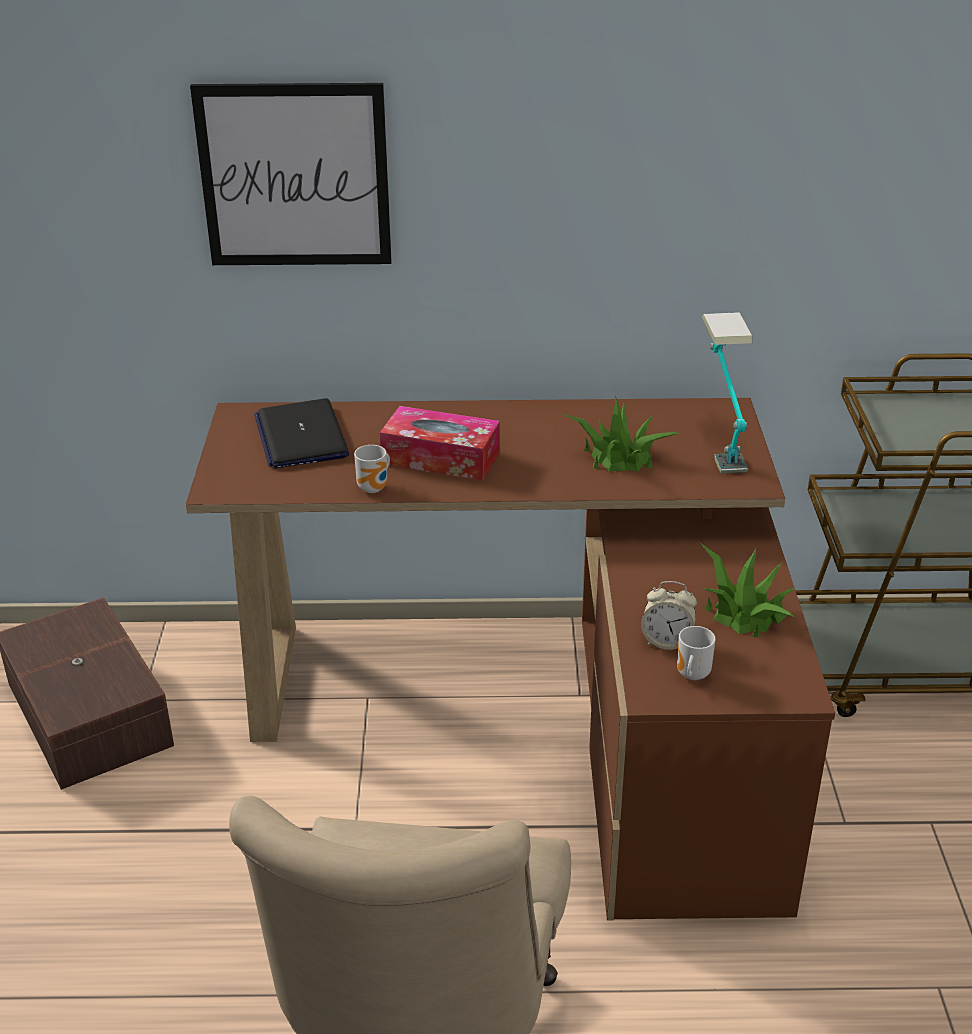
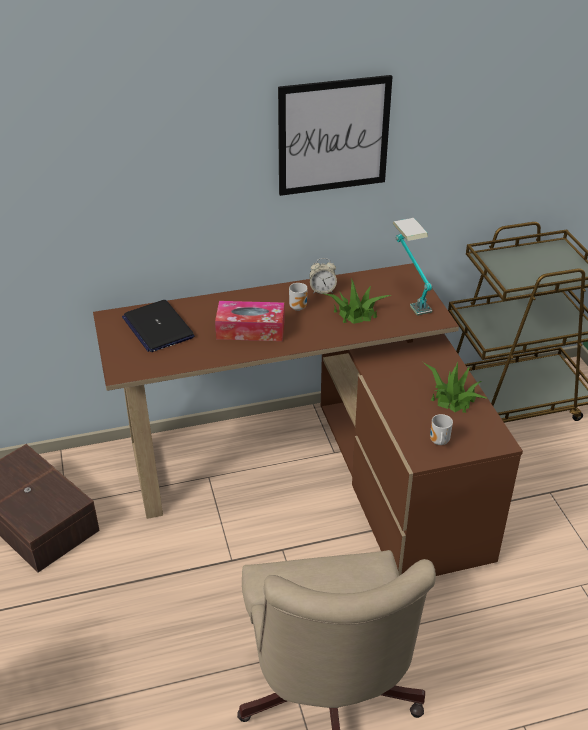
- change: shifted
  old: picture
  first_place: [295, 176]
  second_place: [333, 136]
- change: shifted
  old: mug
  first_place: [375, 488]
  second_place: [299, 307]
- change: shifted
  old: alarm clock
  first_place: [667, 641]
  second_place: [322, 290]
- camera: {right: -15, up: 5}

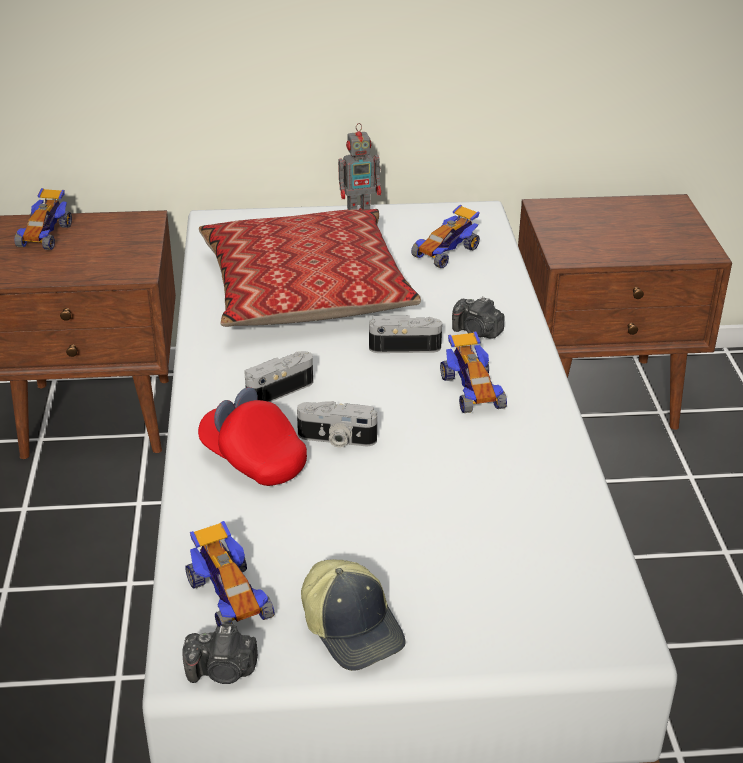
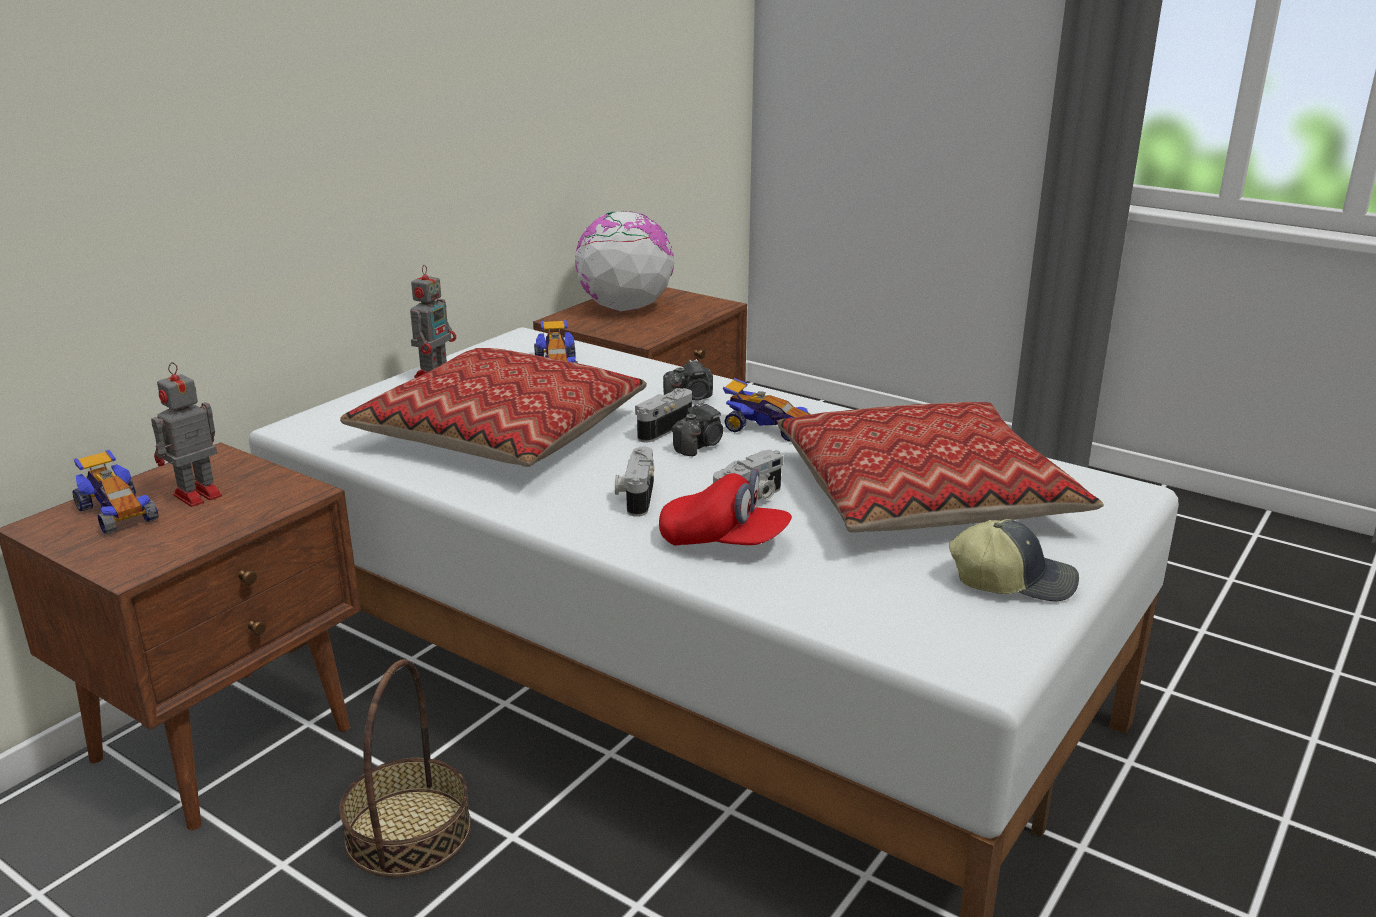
- change: new
  new: toy robot
  second_place: [195, 496]
- change: new
  new: basket
  second_place: [408, 832]
- change: new
  new: globe
  second_place: [625, 308]
- change: rotated
  old: red cap
  first_place: [253, 459]
  second_place: [724, 542]
  degrees: -150
- change: shifted
  old: photo camera
  first_place: [222, 671]
  second_place: [699, 445]
- change: new
  new: pillow
  second_place: [924, 495]
- change: gone
  old: toy car
  first_place: [228, 596]
- camera: {right: -50, up: -10}

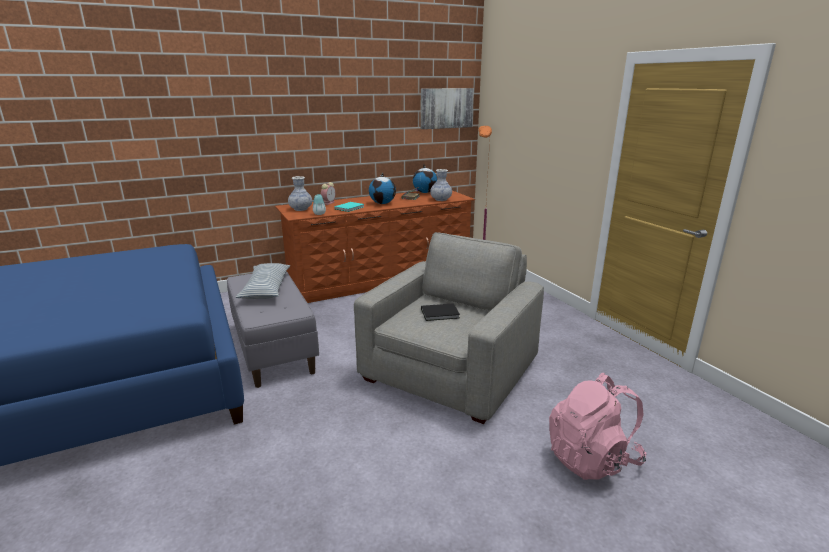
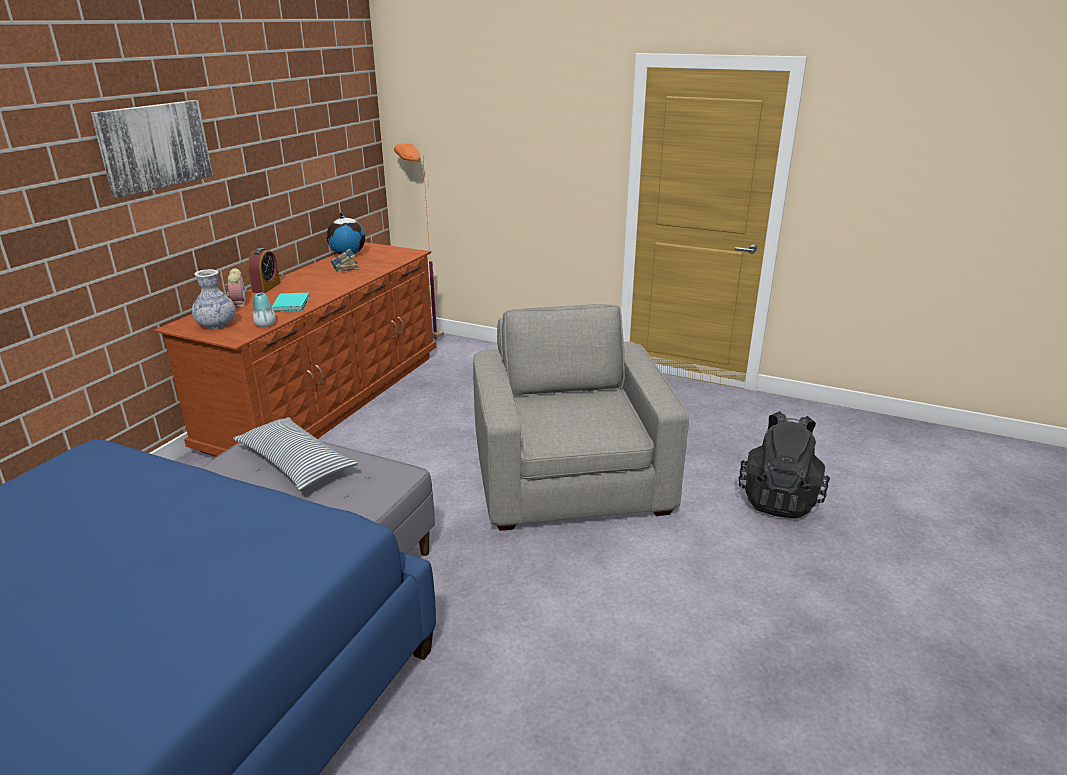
- change: shifted
  old: picture
  first_place: [446, 108]
  second_place: [154, 146]
- change: new
  new: alarm clock
  second_place: [266, 287]
- change: repainted
  old: pink backpack
  new: black backpack
  first_place: [592, 458]
  second_place: [778, 499]
- change: gone
  old: globe
  first_place: [382, 203]
- change: gone
  old: black book
  first_place: [441, 314]
- change: gone
  old: vase
  first_place: [441, 199]
- camera: {right: -40, up: 5}

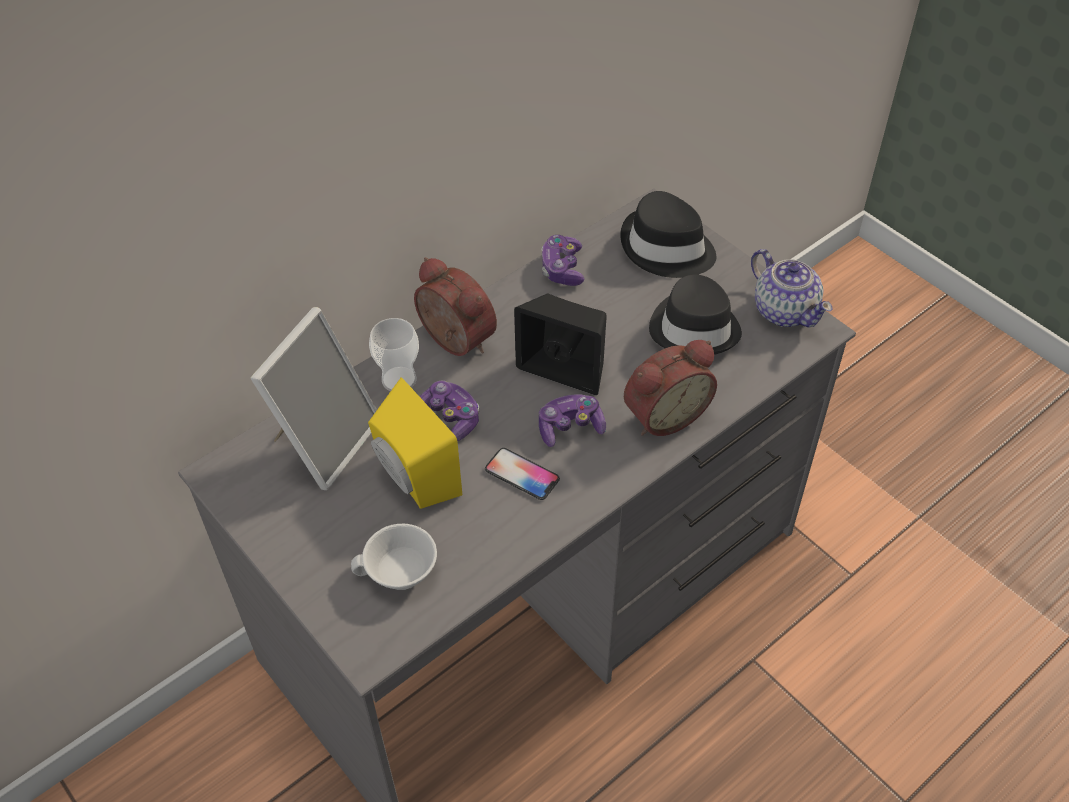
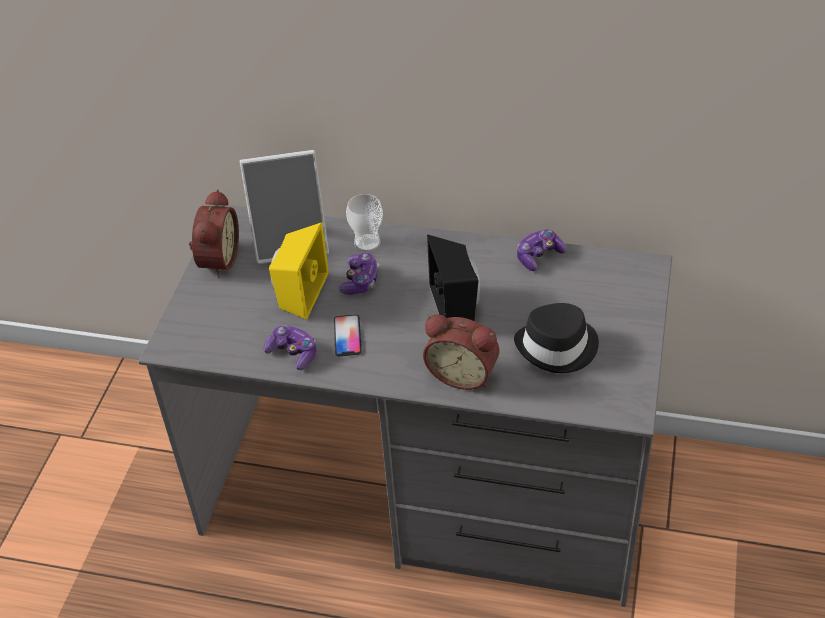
- change: shifted
  old: alarm clock
  first_place: [453, 342]
  second_place: [216, 260]
- change: shifted
  old: game controller
  first_place: [570, 427]
  second_place: [293, 353]
- change: gone
  old: white cup
  first_place: [399, 574]
- change: gone
  old: black hat
  first_place: [666, 249]
- change: gone
  old: teapot
  first_place: [784, 310]
- camera: {right: 55, up: -5}

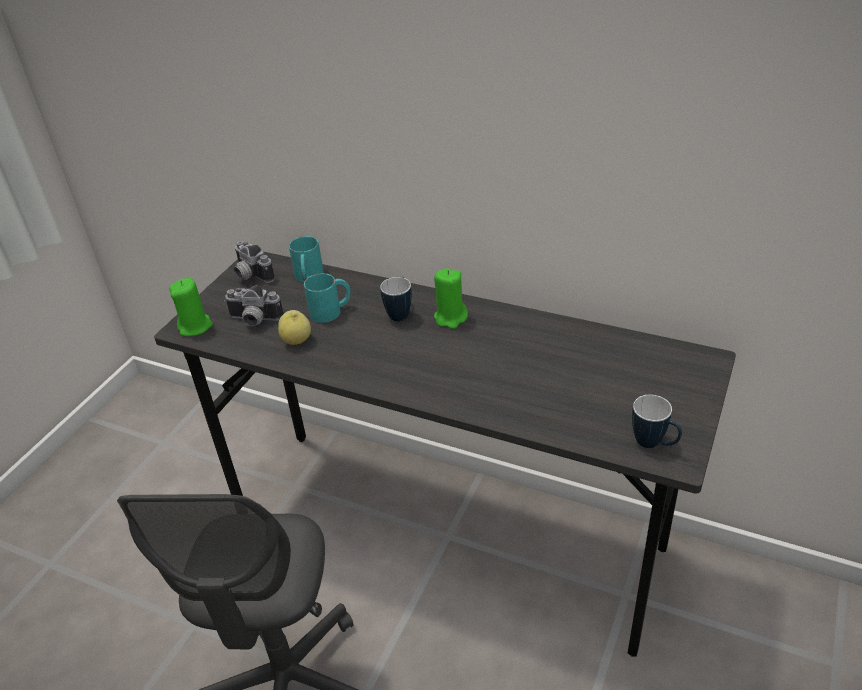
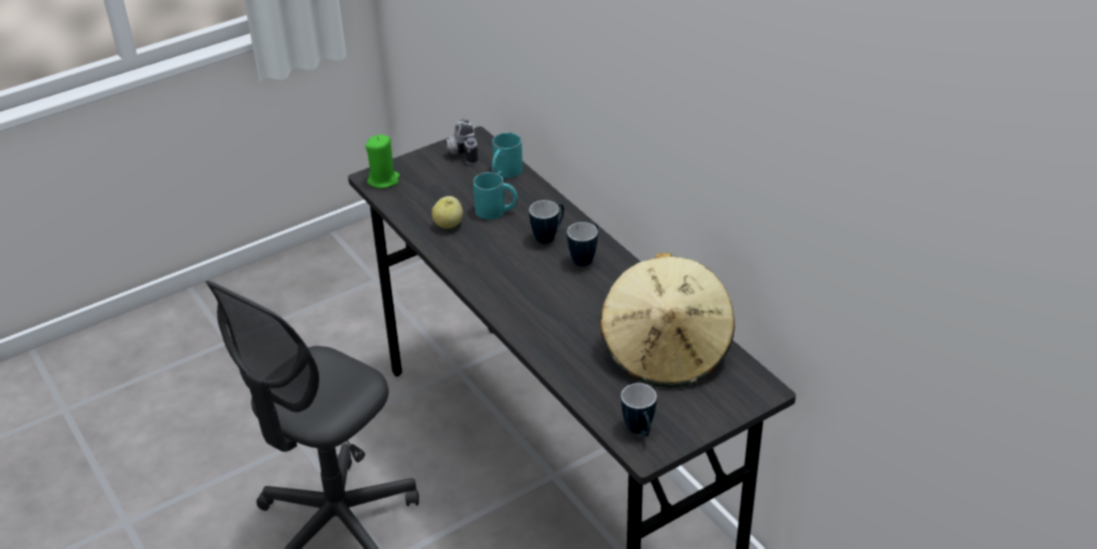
- change: swapped
  old: green candle
  new: mug
  first_place: [450, 318]
  second_place: [585, 258]
- change: new
  new: beige hat
  second_place: [666, 351]
- change: gone
  old: photo camera
  first_place: [254, 320]
- camera: {right: 30, up: 0}

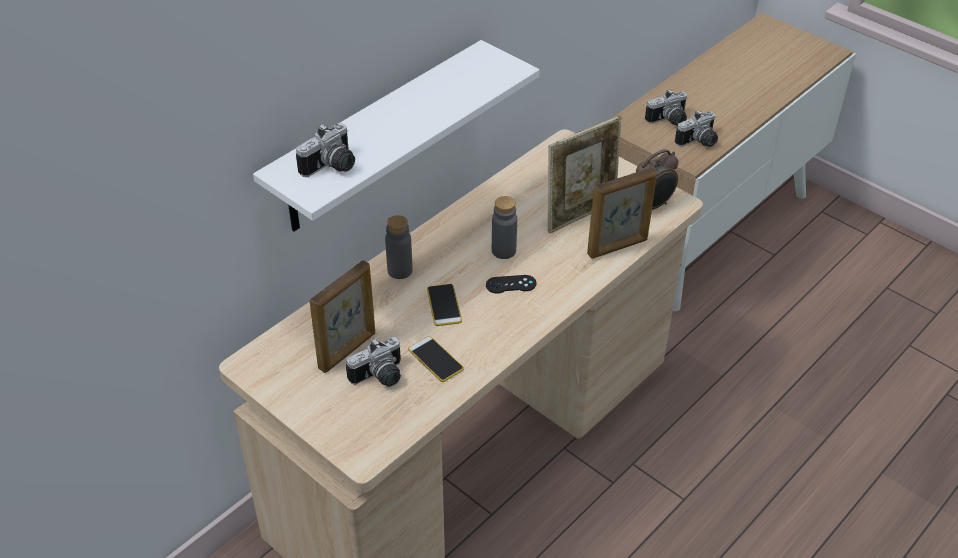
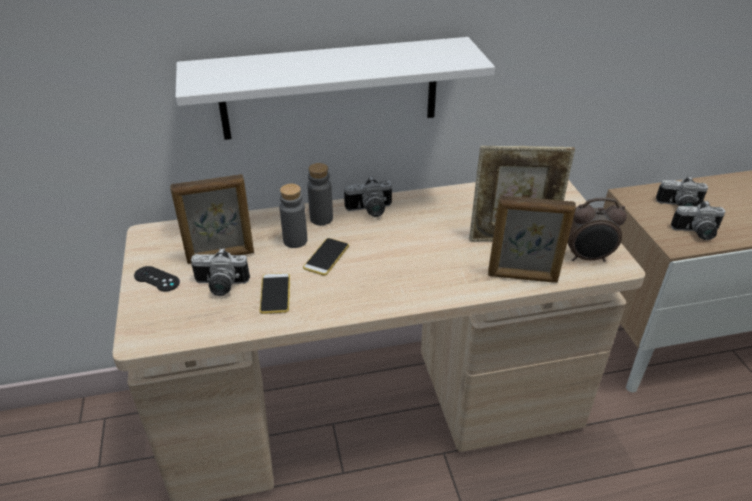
- change: shifted
  old: black game controller
  first_place: [511, 284]
  second_place: [156, 279]
- change: shifted
  old: grey bottle
  first_place: [503, 251]
  second_place: [295, 240]
- change: shifted
  old: photo camera
  first_place: [332, 167]
  second_place: [370, 211]
- camera: {right: 35, up: -5}

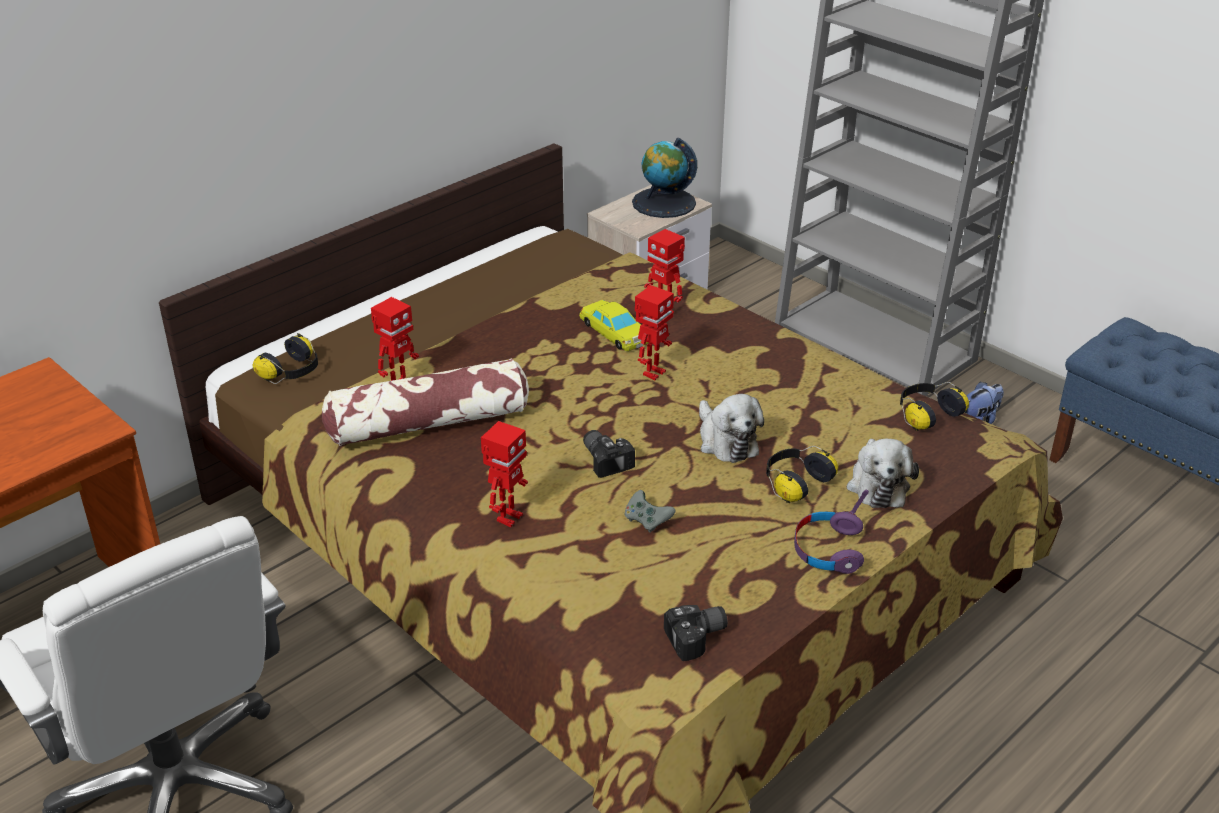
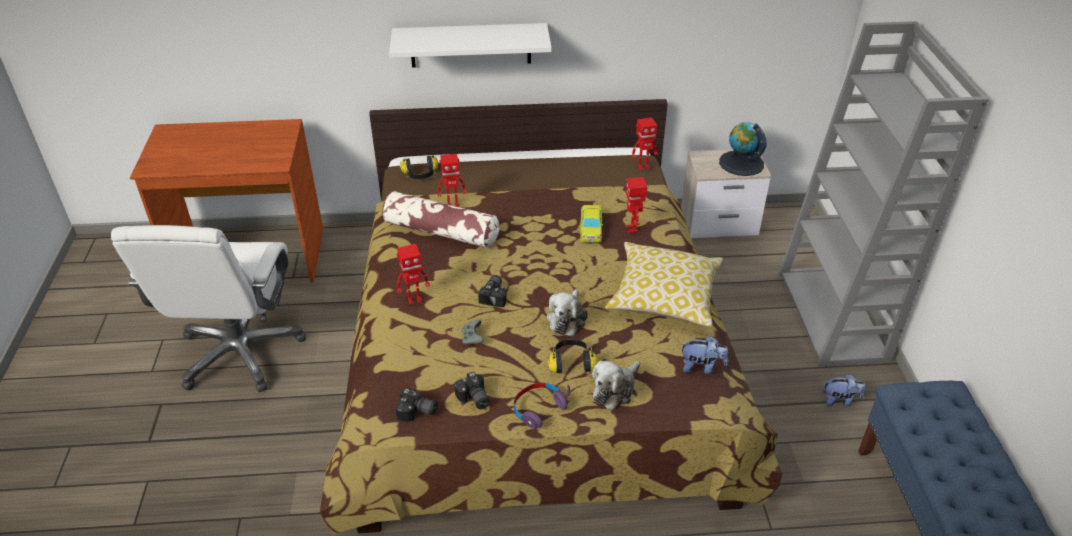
- change: new
  new: white shelf
  second_place: [470, 45]
- change: new
  new: photo camera
  second_place: [473, 399]
- change: new
  new: pillow
  second_place: [664, 296]
- change: shifted
  old: toy robot
  first_place: [653, 373]
  second_place: [643, 166]
- change: swapped
  old: headphones
  new: plush toy
  first_place: [926, 415]
  second_place: [701, 367]
- camera: {right: 40, up: 5}

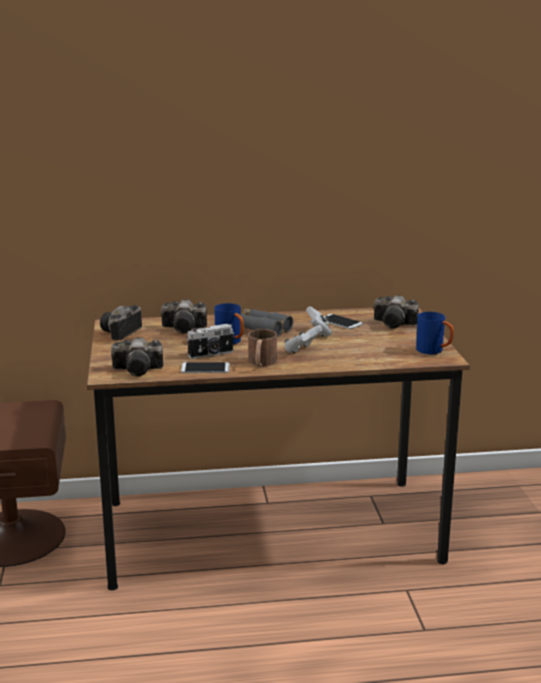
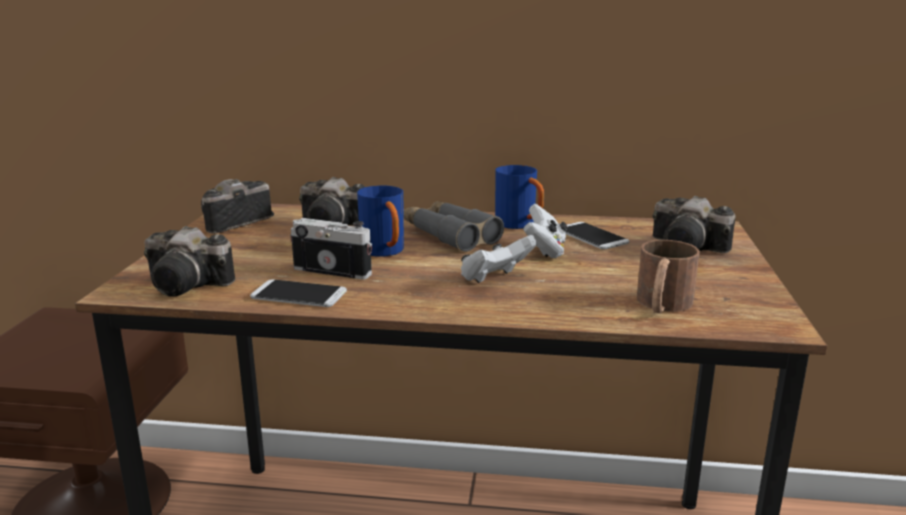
- change: rotated
  old: photo camera
  first_place: [211, 354]
  second_place: [333, 270]
  degrees: -150
- change: shifted
  old: blue mug
  first_place: [434, 351]
  second_place: [520, 225]
- change: shifted
  old: brown mug
  first_place: [261, 363]
  second_place: [662, 305]
- camera: {right: 15, up: 0}

